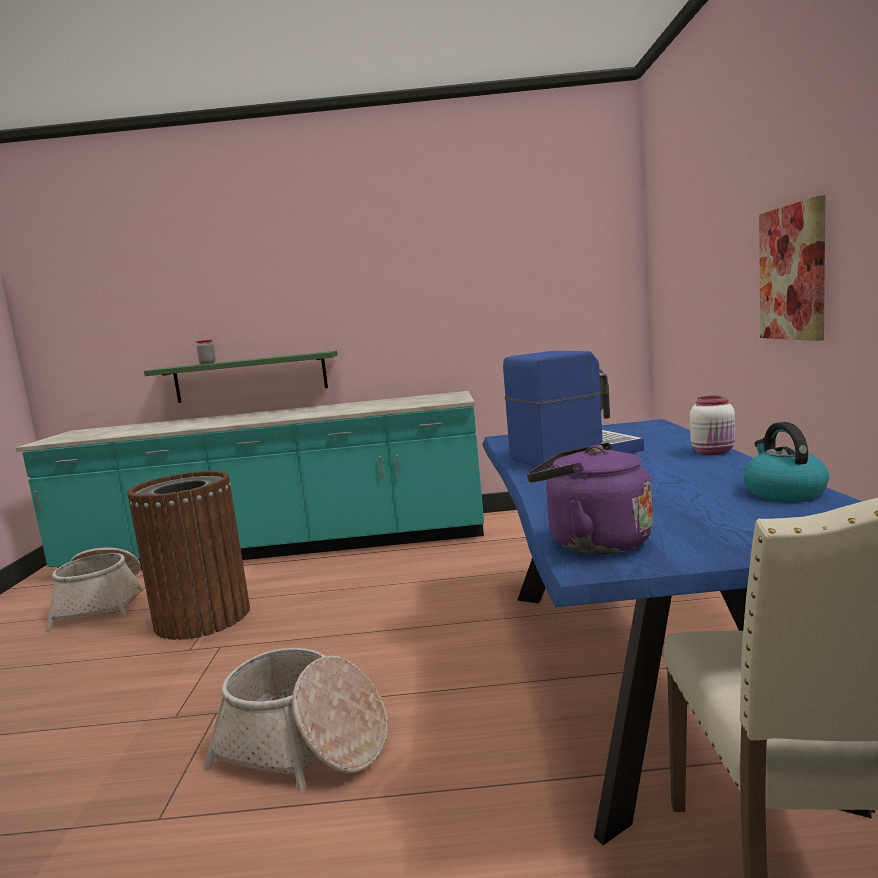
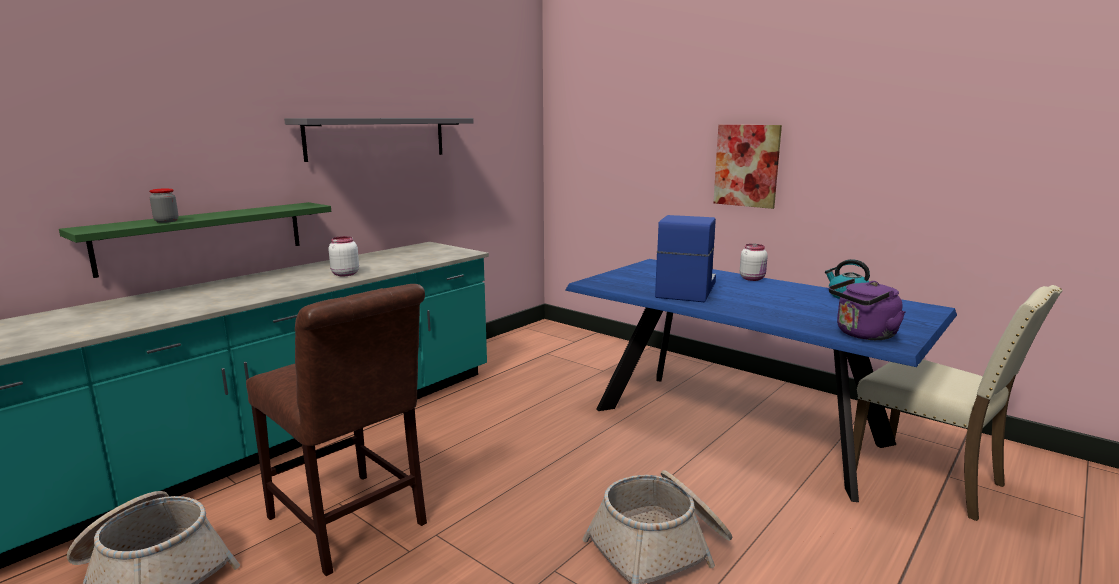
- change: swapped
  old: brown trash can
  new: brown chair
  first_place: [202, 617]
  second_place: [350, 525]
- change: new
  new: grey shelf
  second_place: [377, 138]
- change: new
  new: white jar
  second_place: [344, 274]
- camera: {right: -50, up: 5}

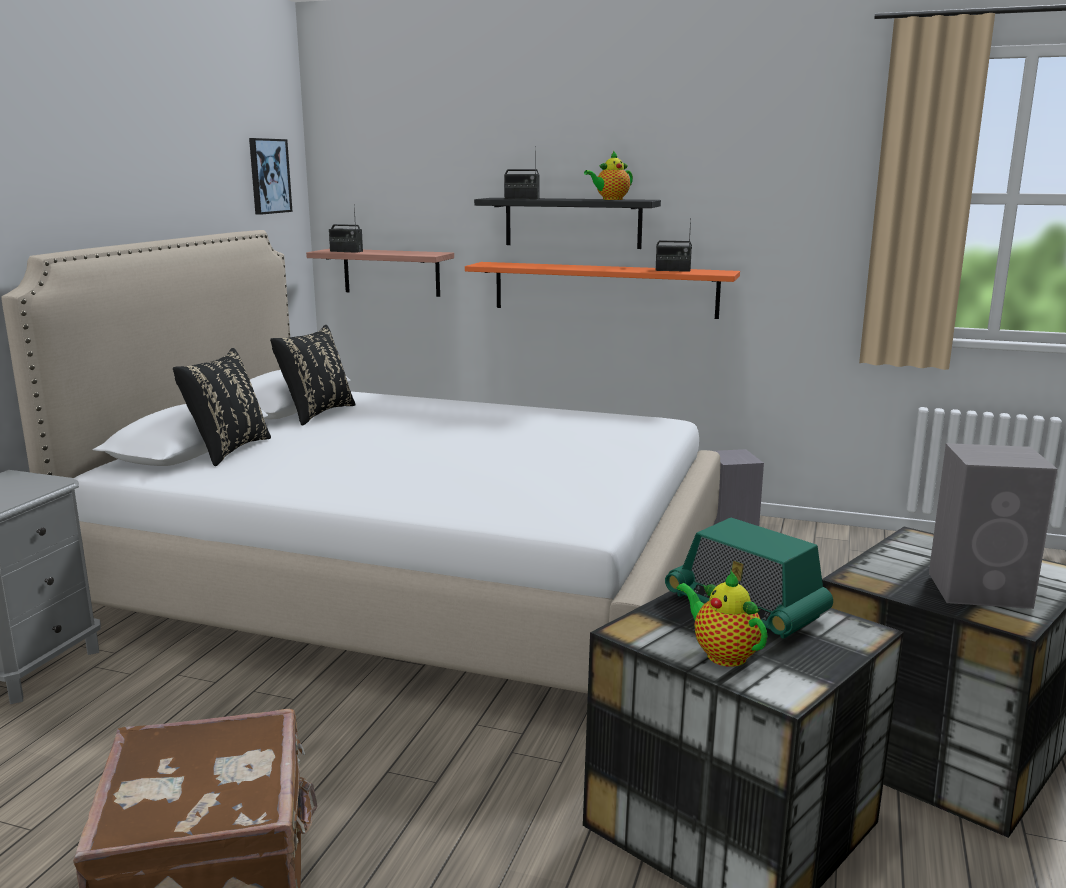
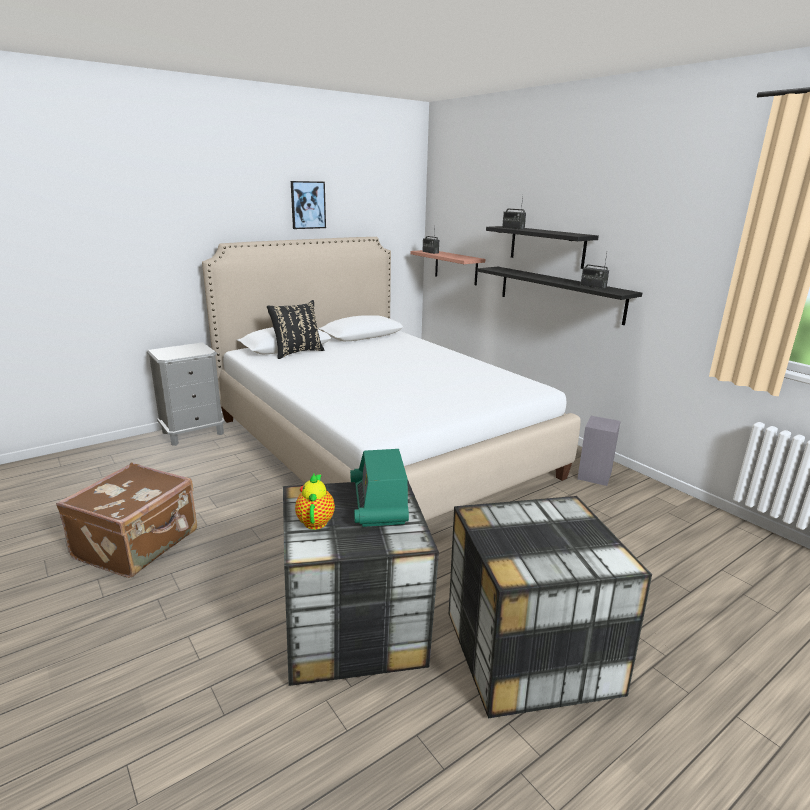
- change: shifted
  old: picture
  first_place: [269, 176]
  second_place: [308, 205]
- change: repainted
  old: orange shelf
  new: black shelf
  first_place: [604, 289]
  second_place: [559, 293]
- change: gone
  old: black pillow
  first_place: [316, 413]
- change: gone
  old: teapot
  first_place: [610, 199]
- change: gone
  old: grey speaker
  first_place: [981, 590]
- camera: {right: 35, up: 5}

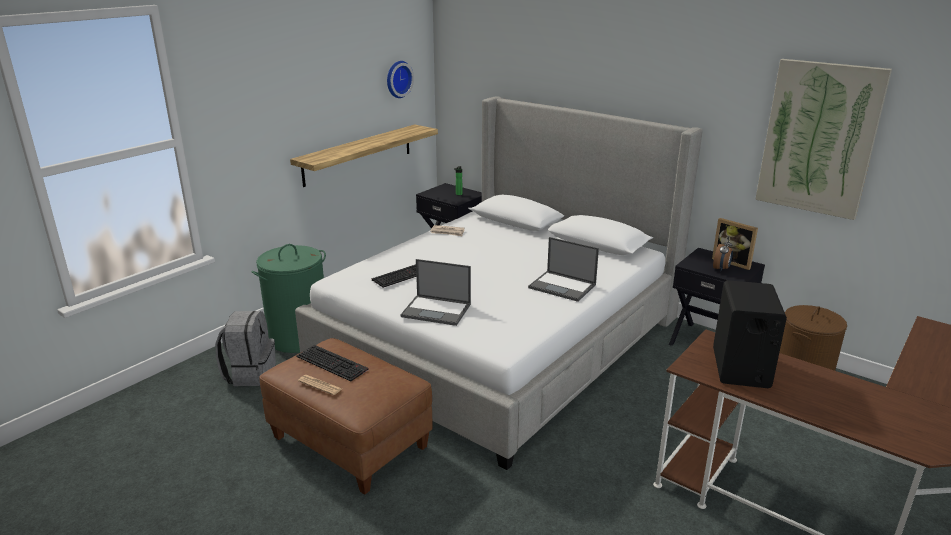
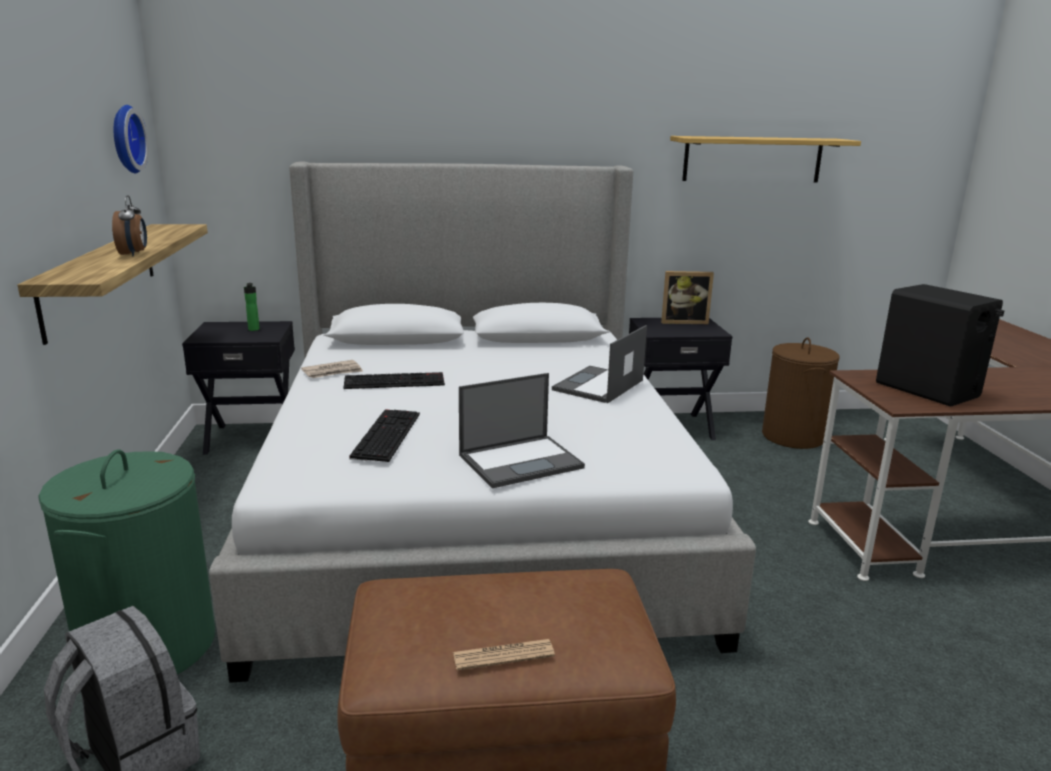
- change: shifted
  old: alarm clock
  first_place: [721, 268]
  second_place: [134, 254]
- change: shifted
  old: keyboard
  first_place: [333, 363]
  second_place: [395, 381]
- change: rotated
  old: laptop
  first_place: [563, 286]
  second_place: [598, 386]
  degrees: 135
- change: swapped
  old: picture
  new: shelf
  first_place: [819, 138]
  second_place: [752, 159]
- camera: {right: -45, up: -5}

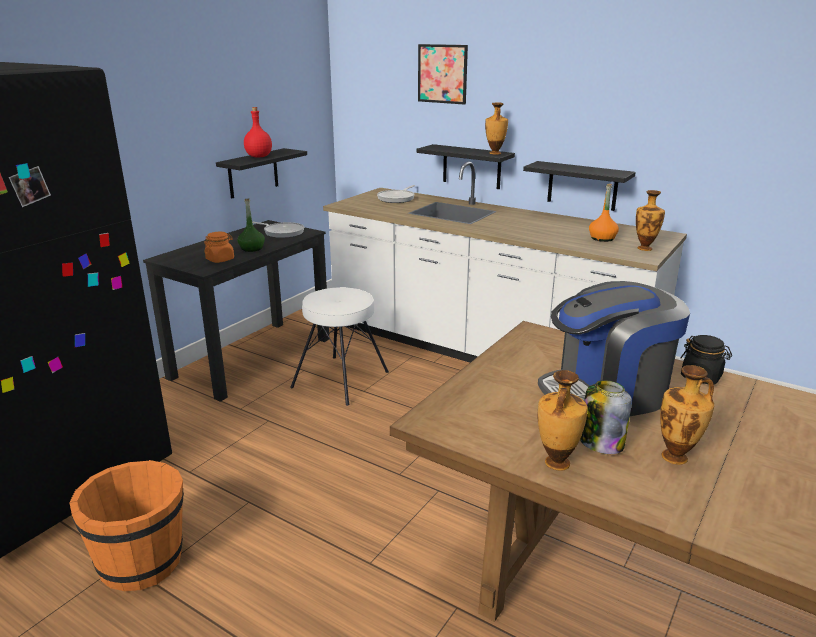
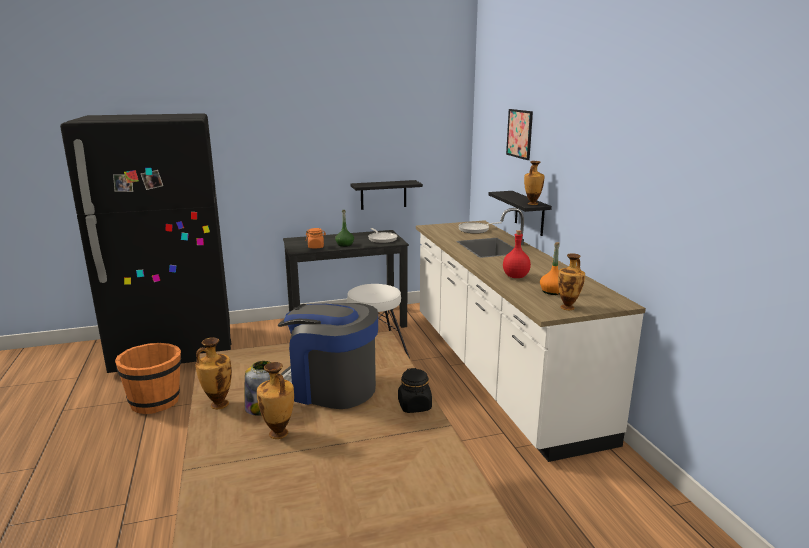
- change: shifted
  old: red bottle
  first_place: [259, 157]
  second_place: [515, 277]
- change: gone
  old: black shelf
  first_place: [582, 186]
- camera: {right: 40, up: -5}

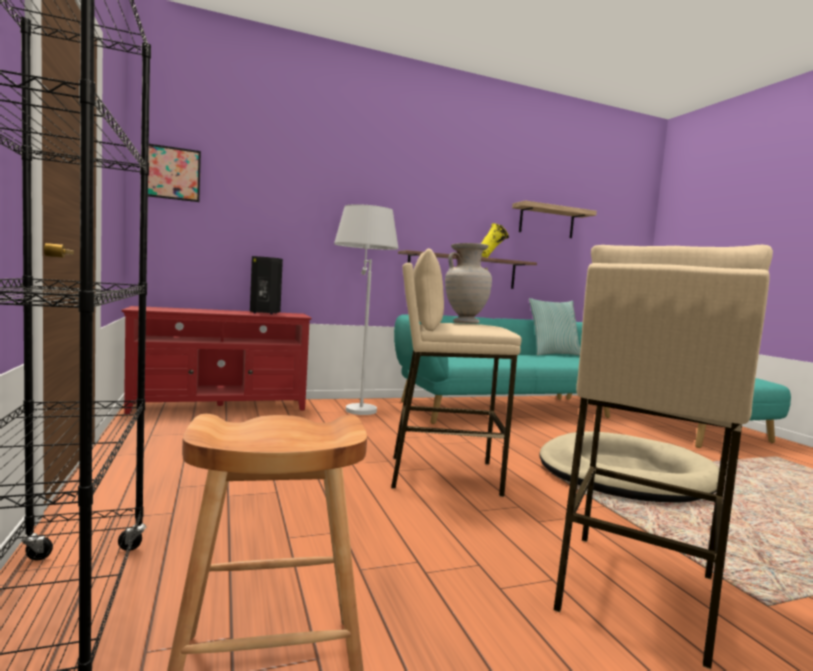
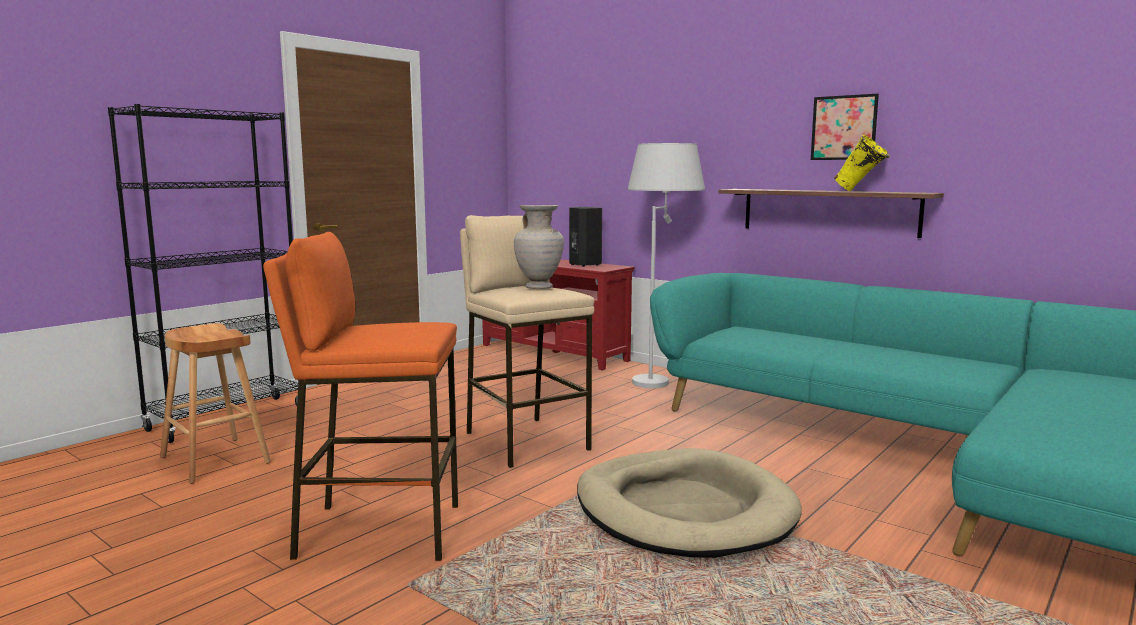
- change: repainted
  old: beige stool
  new: orange stool
  first_place: [634, 591]
  second_place: [379, 531]
- change: shifted
  old: picture
  first_place: [172, 173]
  second_place: [844, 128]
- change: gone
  old: shelf
  first_place: [546, 221]
- change: gone
  old: pillow
  first_place: [553, 354]
- camera: {right: 60, up: 5}

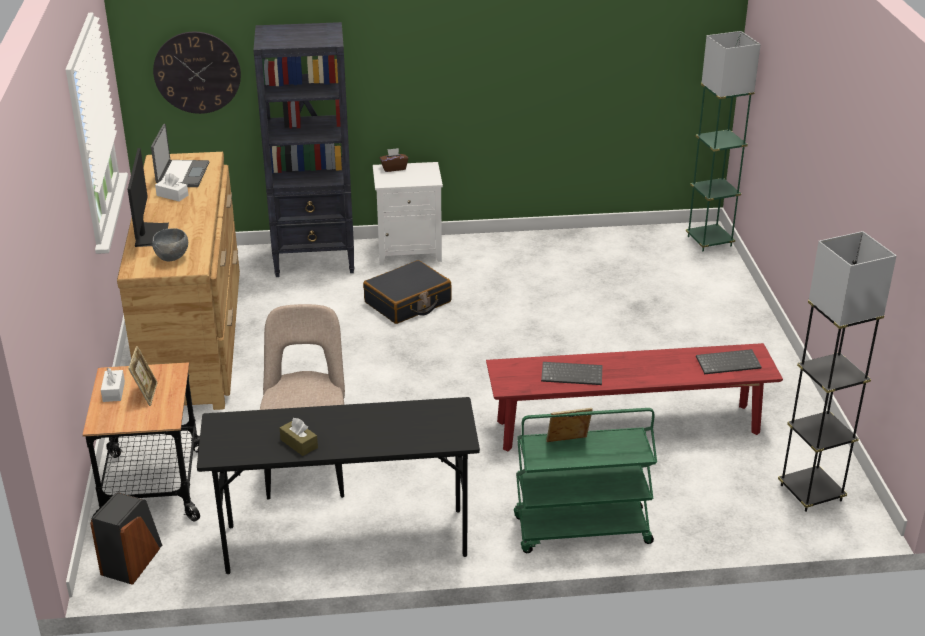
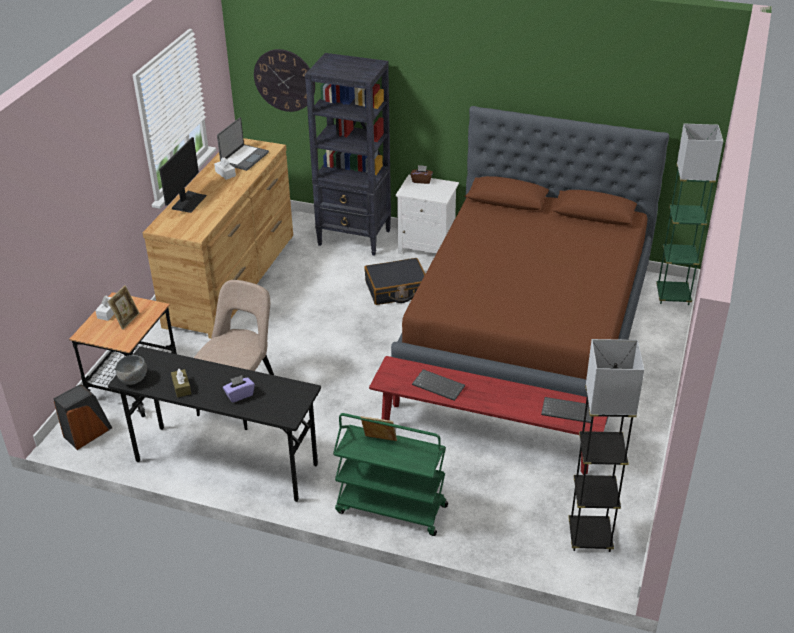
- change: shifted
  old: grey bowl
  first_place: [172, 257]
  second_place: [134, 380]
- change: new
  new: purple tissue box
  second_place: [239, 395]
- change: new
  new: brown bed
  second_place: [528, 328]
- camera: {right: 25, up: 5}

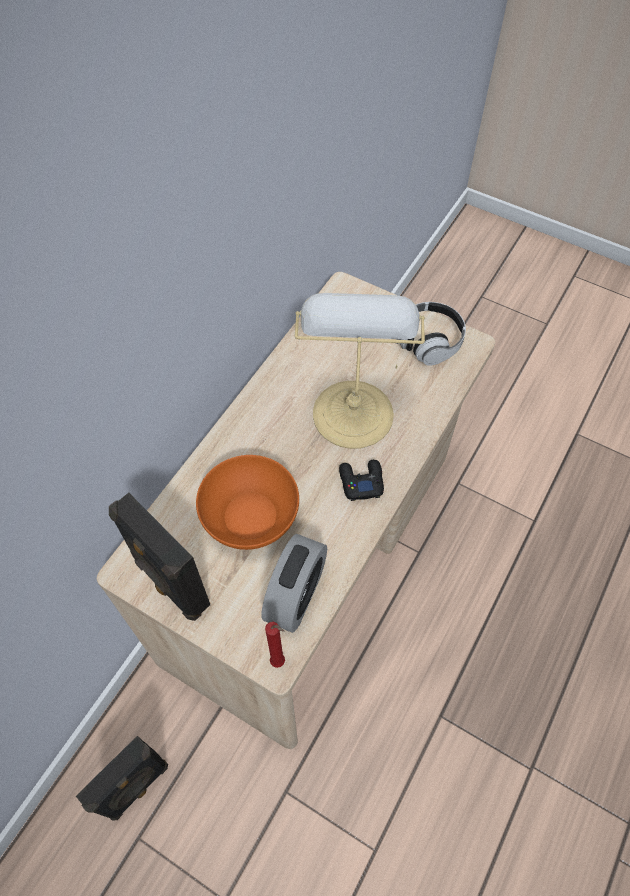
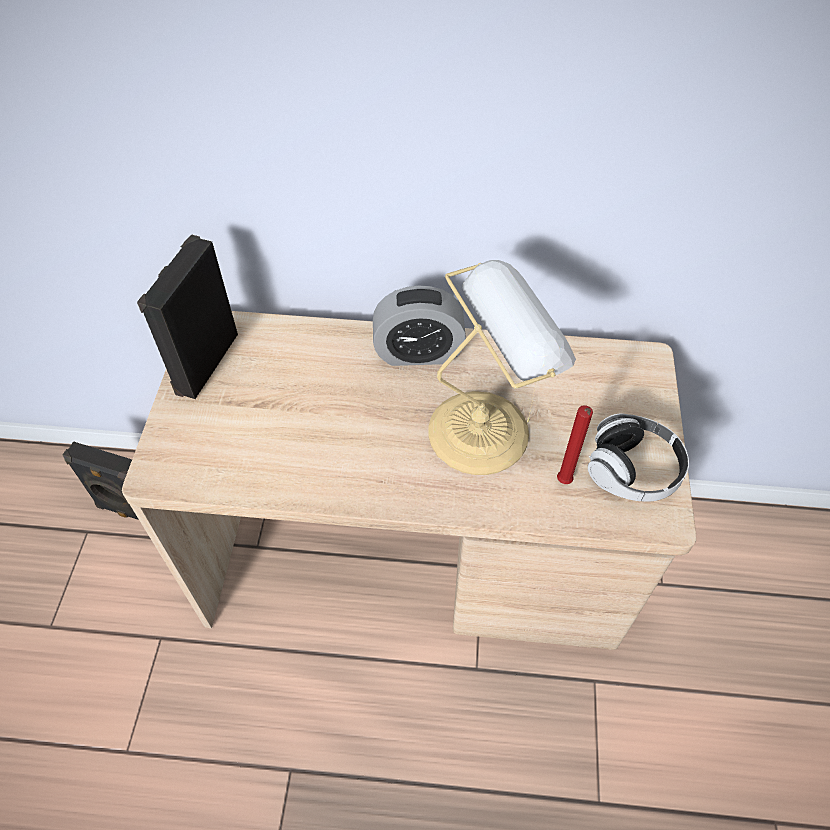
- change: shifted
  old: alarm clock
  first_place: [296, 594]
  second_place: [418, 353]
- change: shifted
  old: red candle
  first_place: [279, 663]
  second_place: [564, 483]
- change: gone
  old: orange bowl
  first_place: [251, 516]
- change: gone
  old: black game controller
  first_place: [361, 481]
- camera: {right: 65, up: -5}

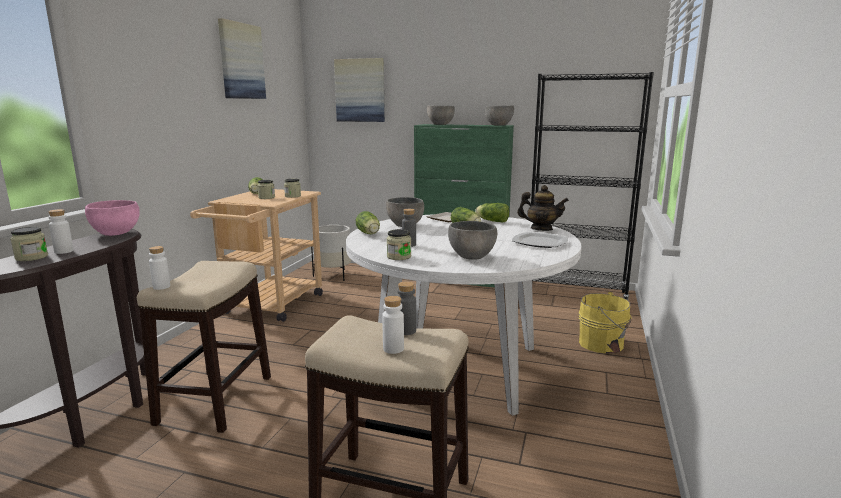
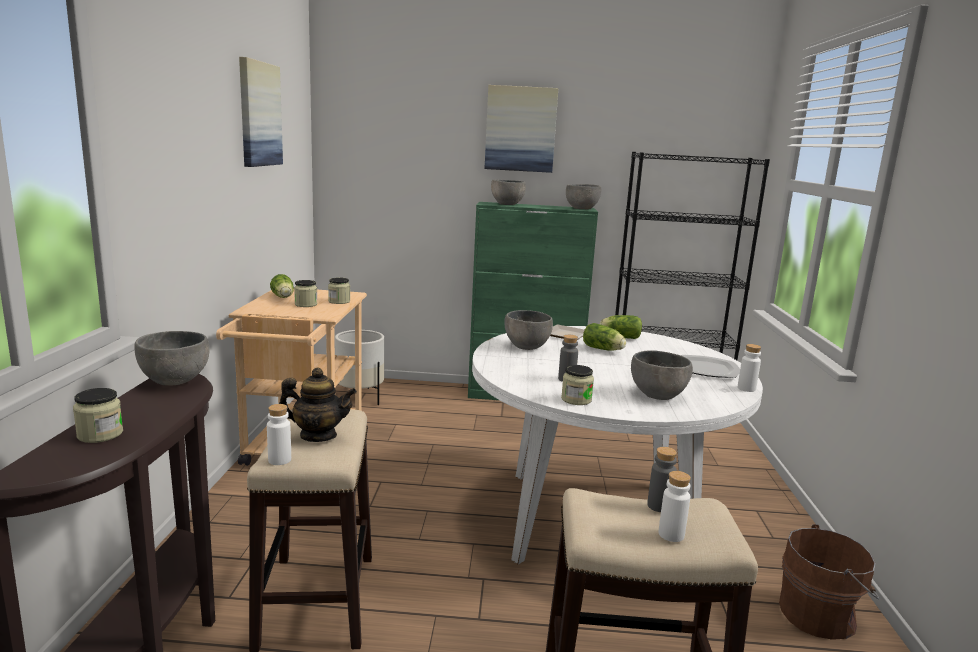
- change: repainted
  old: pink bowl
  new: grey bowl
  first_place: [115, 233]
  second_place: [174, 381]
- change: shifted
  old: teapot
  first_place: [541, 229]
  second_place: [318, 435]
- change: shifted
  old: picture
  first_place: [360, 90]
  second_place: [520, 129]
- change: shifted
  old: white bottle
  first_place: [64, 251]
  second_place: [746, 388]
- change: new
  new: brown bucket
  second_place: [820, 615]
- change: gone
  old: lettuce
  first_place: [369, 234]
- change: gone
  old: yellow bucket
  first_place: [603, 344]
- camera: {right: -15, up: 0}

